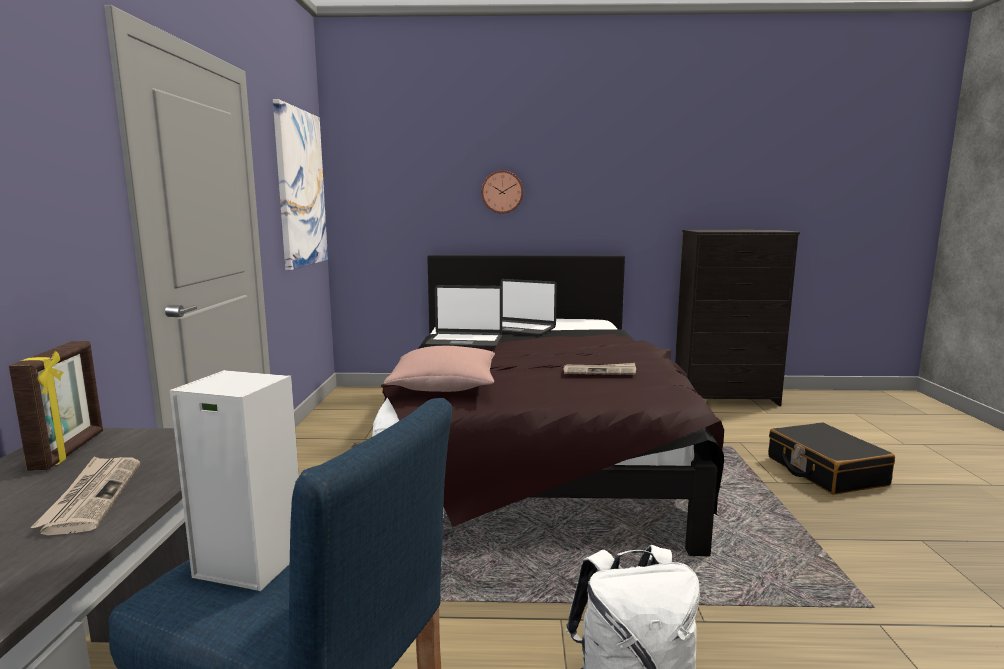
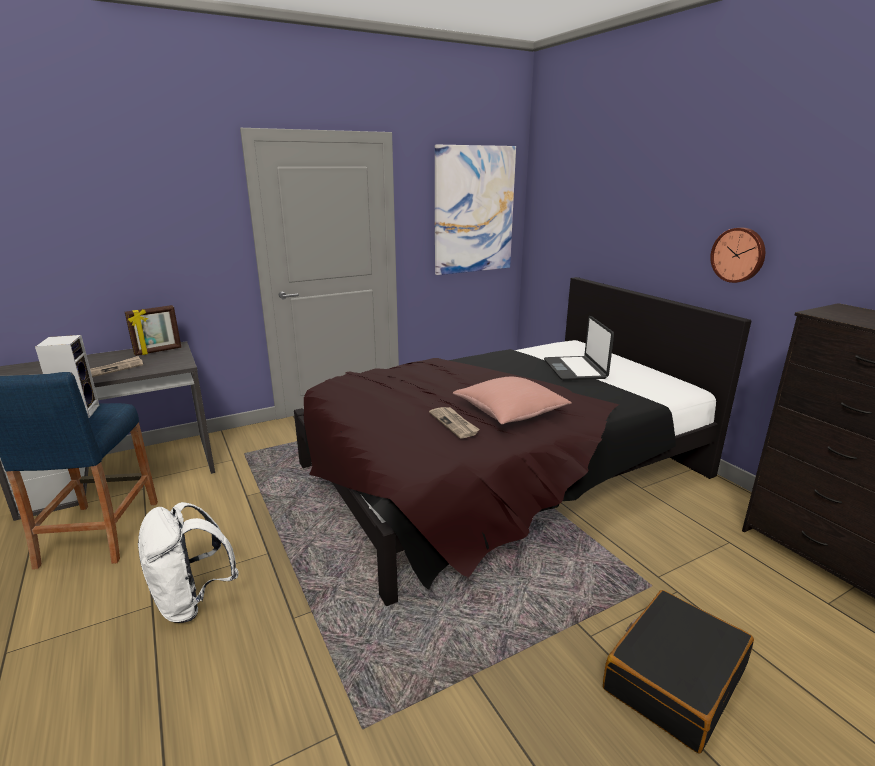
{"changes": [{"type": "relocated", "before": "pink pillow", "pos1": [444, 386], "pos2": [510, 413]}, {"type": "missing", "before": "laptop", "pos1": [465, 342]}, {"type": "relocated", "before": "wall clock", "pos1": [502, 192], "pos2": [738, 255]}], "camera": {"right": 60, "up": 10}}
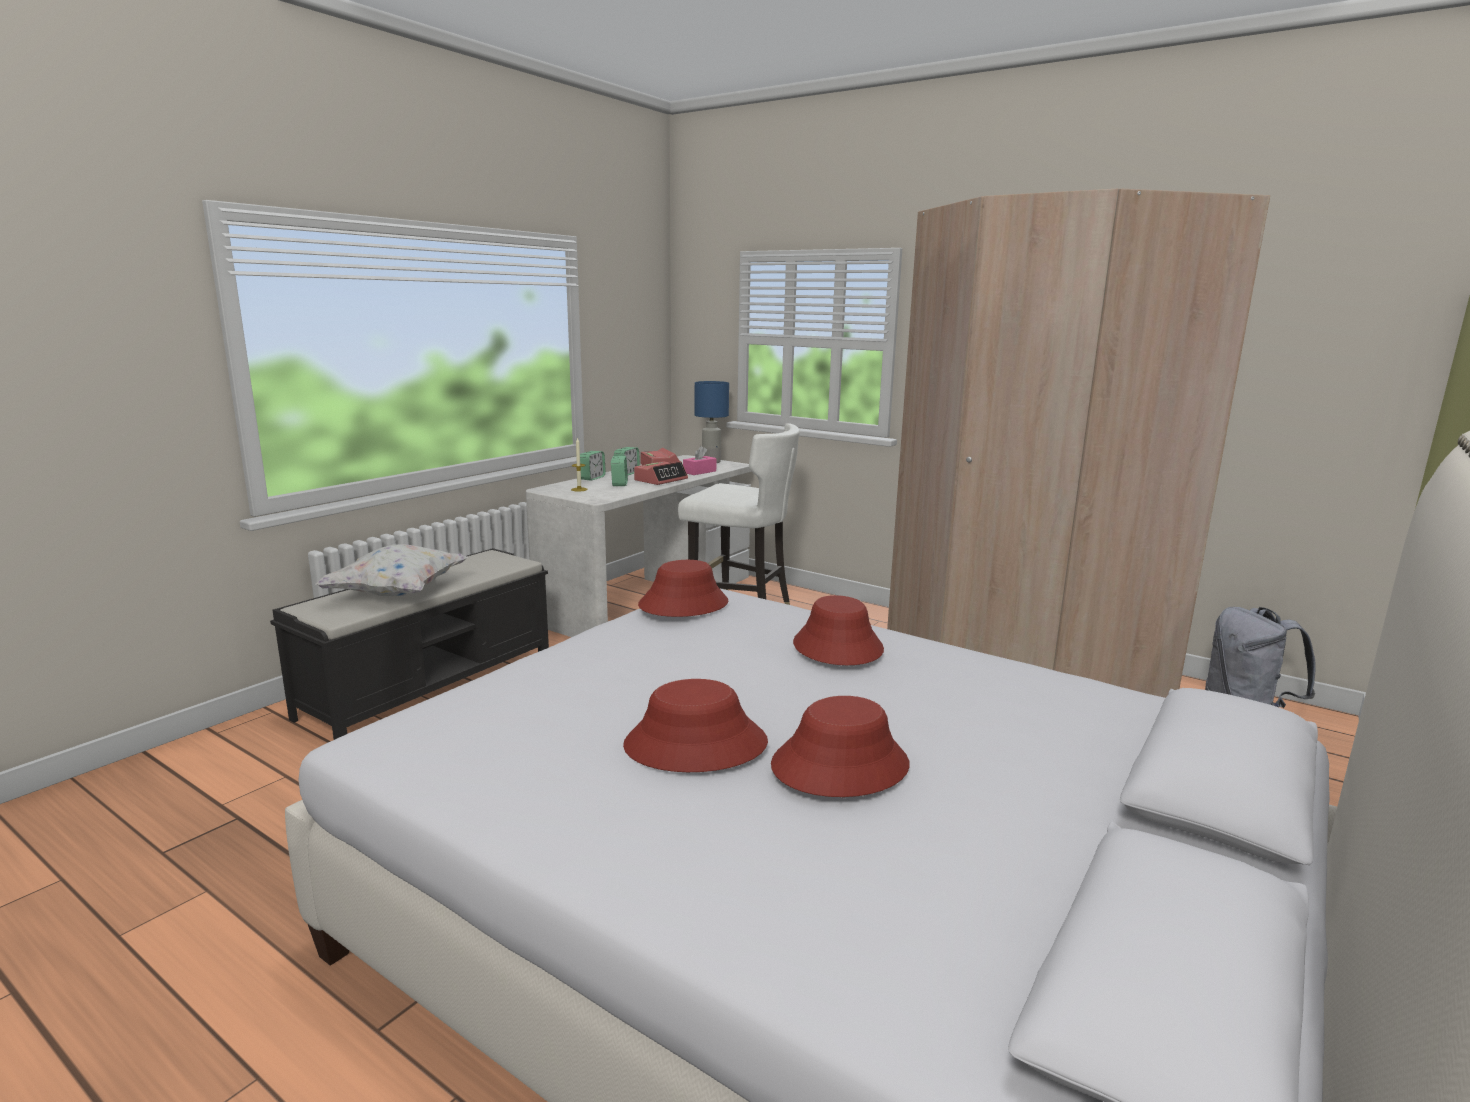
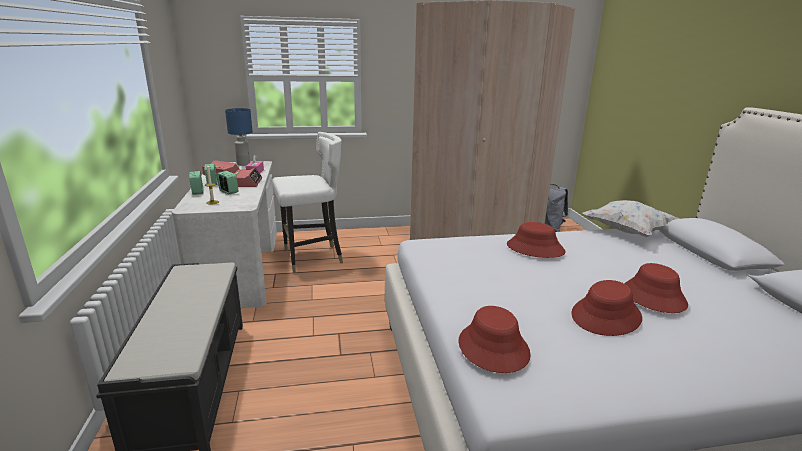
{"changes": [{"type": "relocated", "before": "white pillow", "pos1": [398, 593], "pos2": [627, 231]}, {"type": "relocated", "before": "red hat", "pos1": [683, 604], "pos2": [493, 348]}], "camera": {"right": -45, "up": 5}}
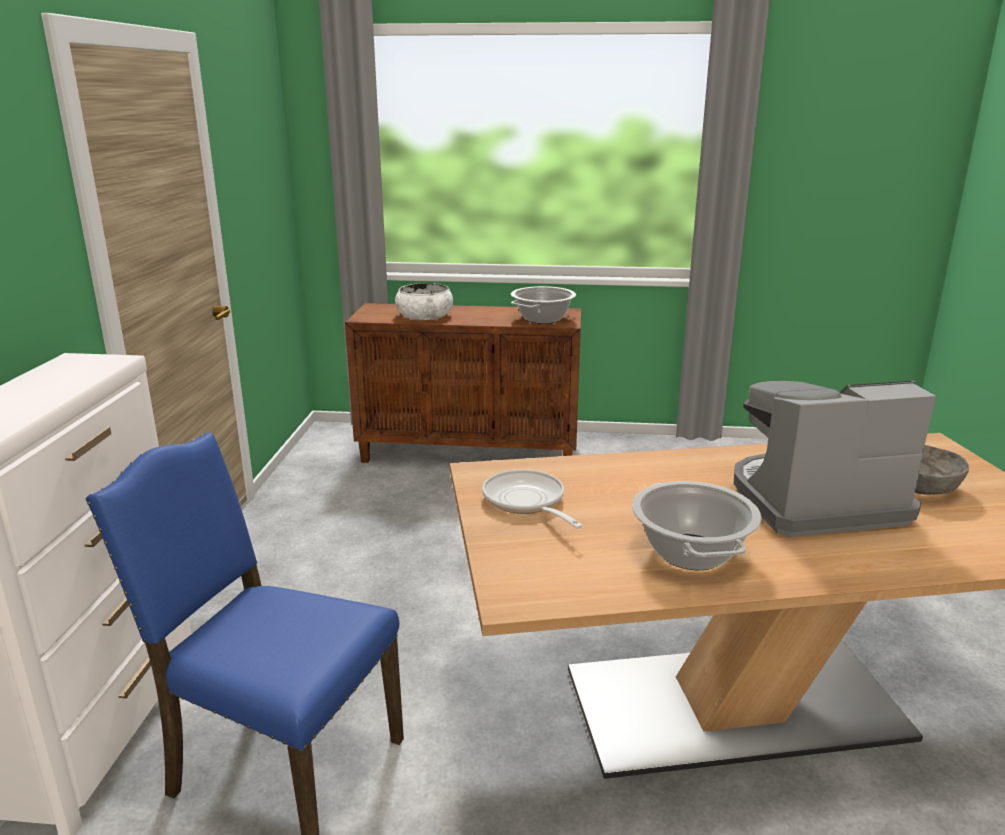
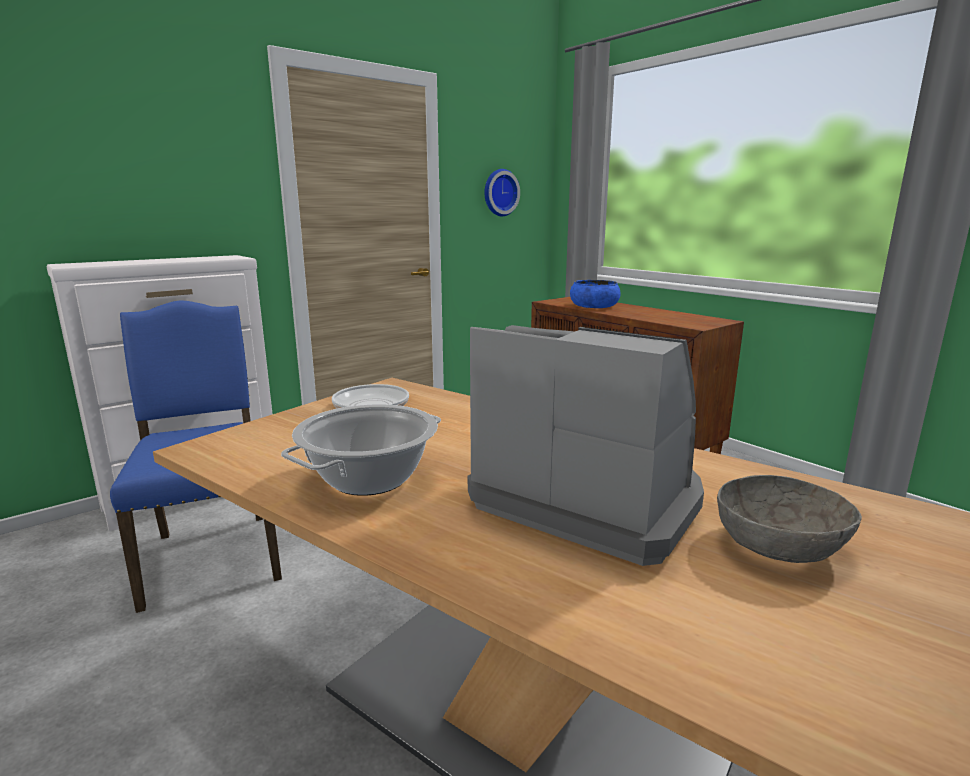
{"changes": [{"type": "colour", "before": "white bowl", "after": "blue bowl", "pos1": [425, 316], "pos2": [594, 306]}, {"type": "missing", "before": "cooking pot", "pos1": [542, 319]}, {"type": "appeared", "after": "wall clock", "pos2": [499, 192]}], "camera": {"right": 45, "up": -5}}
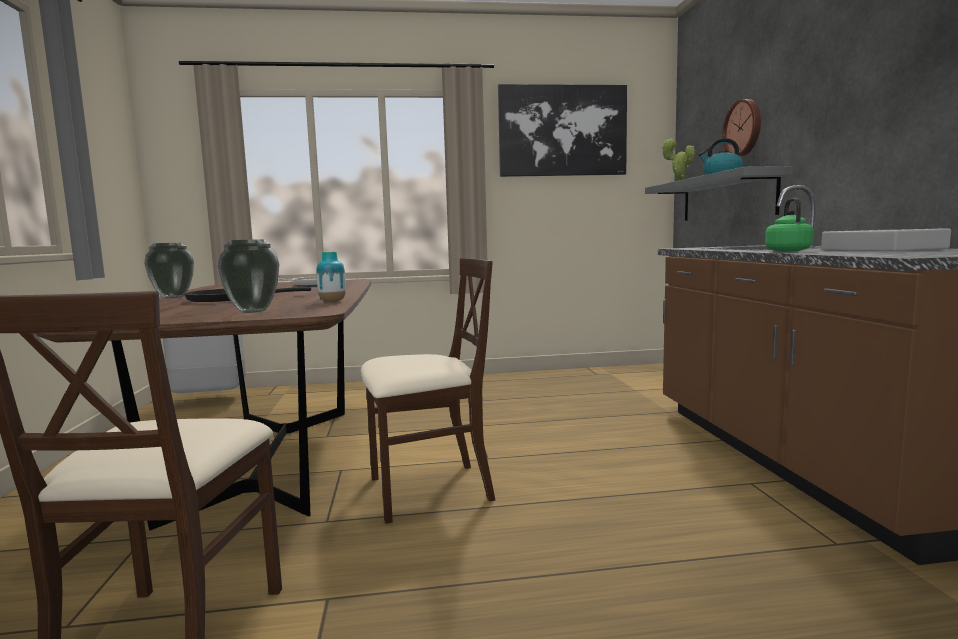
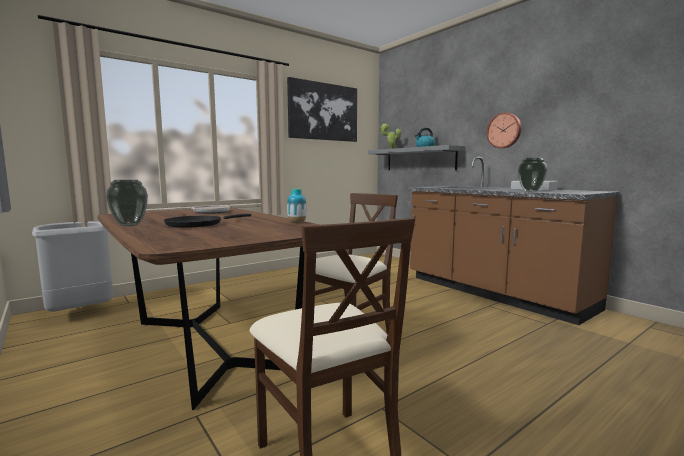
{"changes": [{"type": "relocated", "before": "vase", "pos1": [253, 311], "pos2": [531, 191]}, {"type": "relocated", "before": "wall clock", "pos1": [744, 128], "pos2": [504, 130]}, {"type": "missing", "before": "green kettle", "pos1": [787, 251]}], "camera": {"right": -30, "up": 0}}
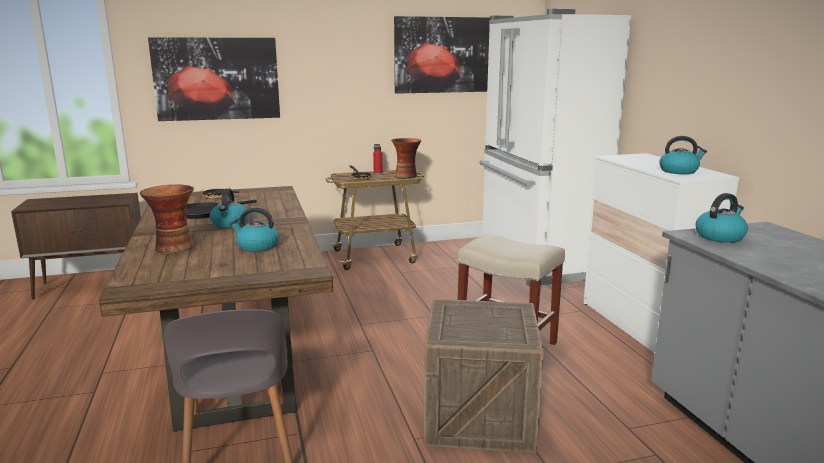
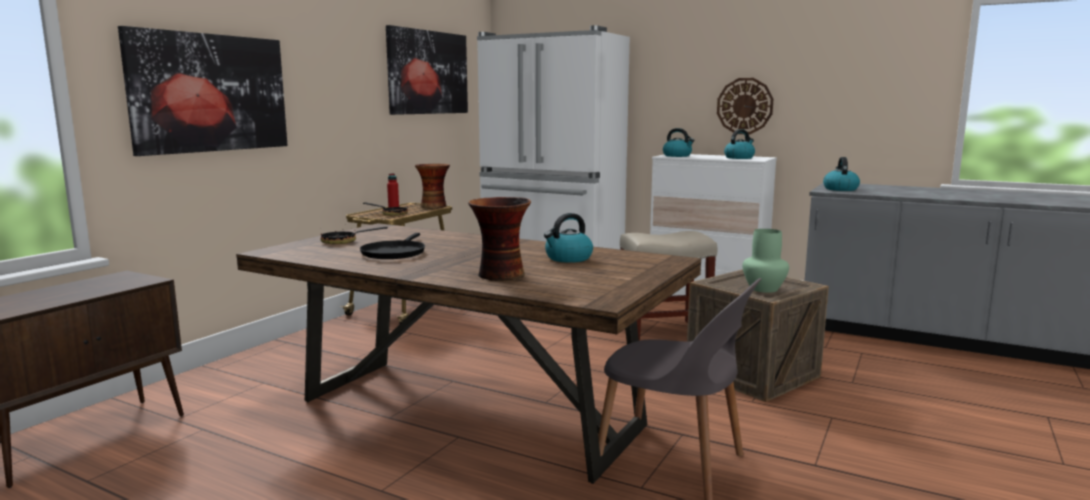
{"changes": [{"type": "relocated", "before": "kettle", "pos1": [230, 223], "pos2": [677, 156]}, {"type": "appeared", "after": "wall clock", "pos2": [744, 106]}, {"type": "appeared", "after": "green vase", "pos2": [764, 289]}], "camera": {"right": -45, "up": -5}}
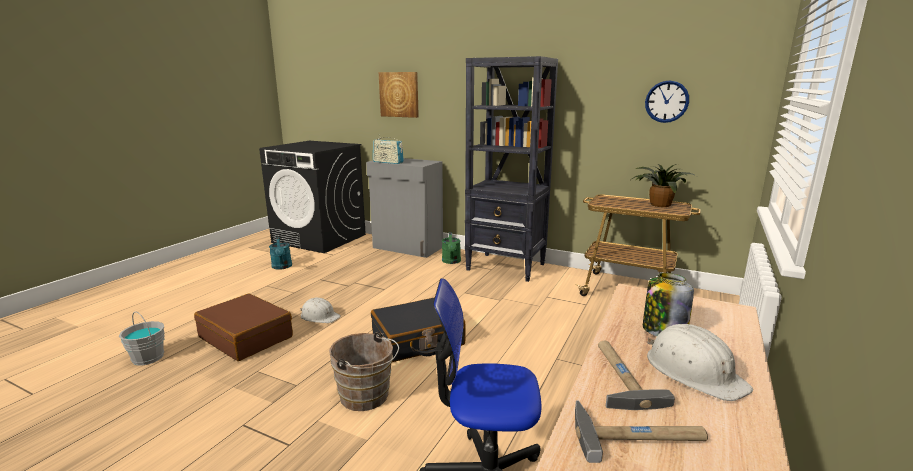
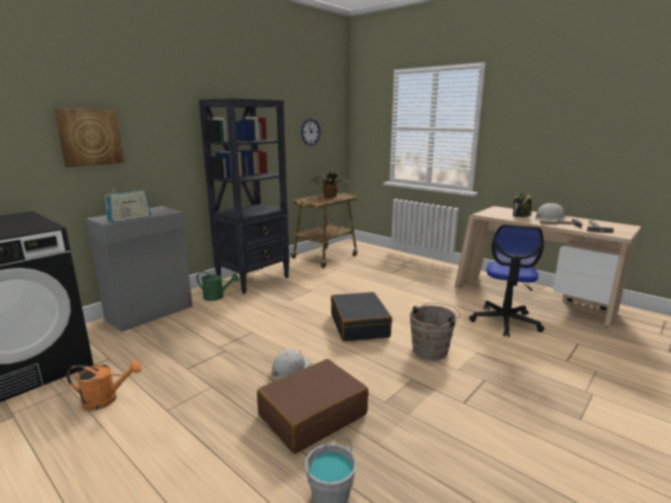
{"changes": [{"type": "colour", "before": "turquoise watering can", "after": "orange watering can", "pos1": [282, 267], "pos2": [106, 400]}], "camera": {"right": -75, "up": 0}}
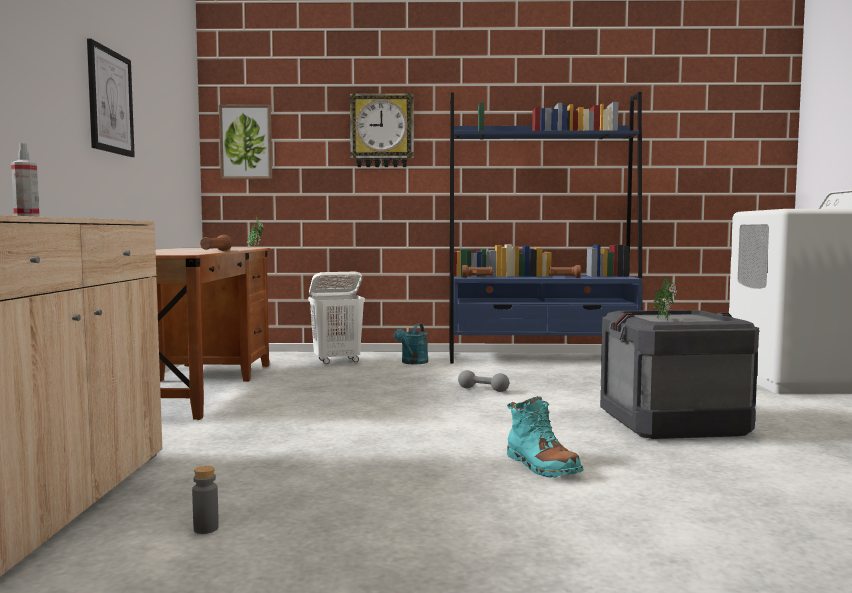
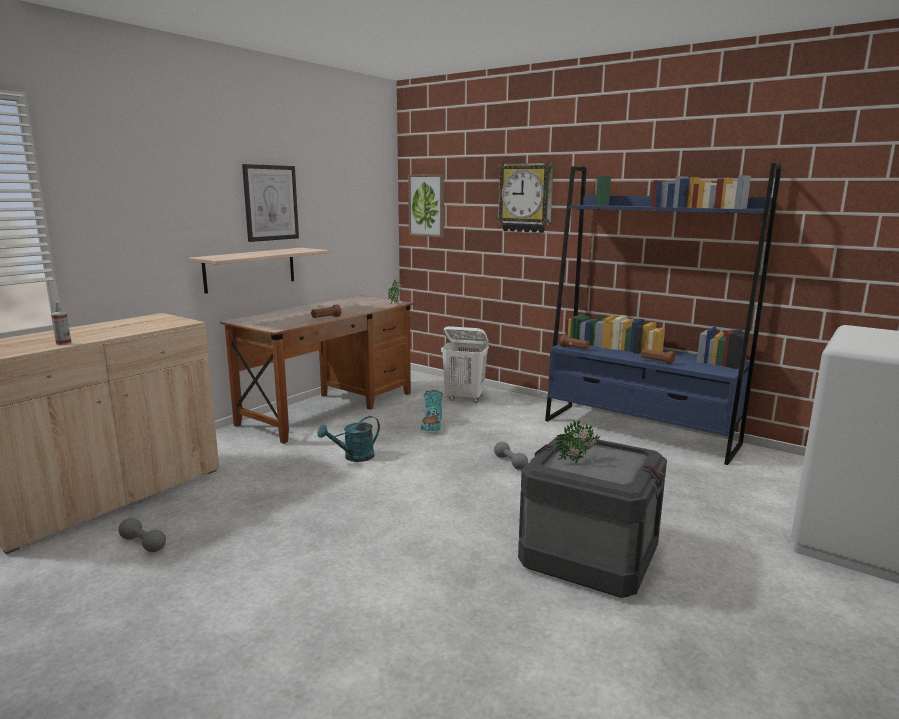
{"changes": [{"type": "exchanged", "before": "grey bottle", "after": "grey dumbbell", "pos1": [206, 529], "pos2": [143, 544]}, {"type": "relocated", "before": "turquoise watering can", "pos1": [412, 362], "pos2": [354, 457]}, {"type": "relocated", "before": "turquoise boot", "pos1": [541, 466], "pos2": [432, 425]}, {"type": "appeared", "after": "shelf", "pos2": [250, 269]}], "camera": {"right": 35, "up": 10}}
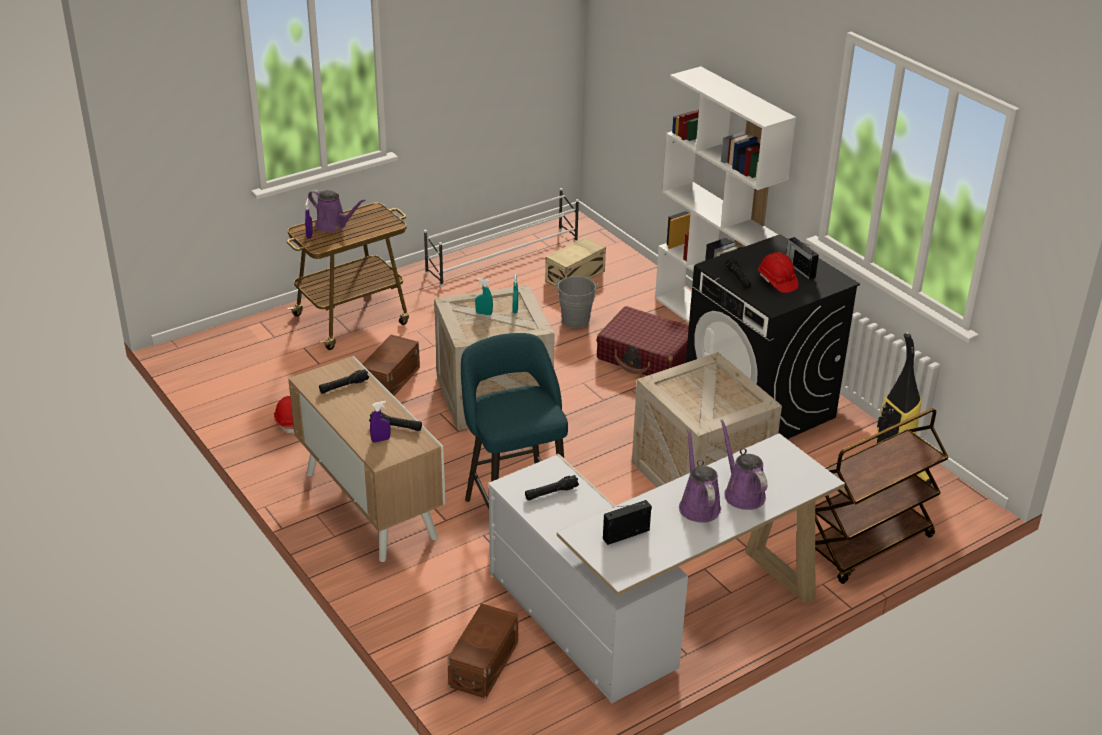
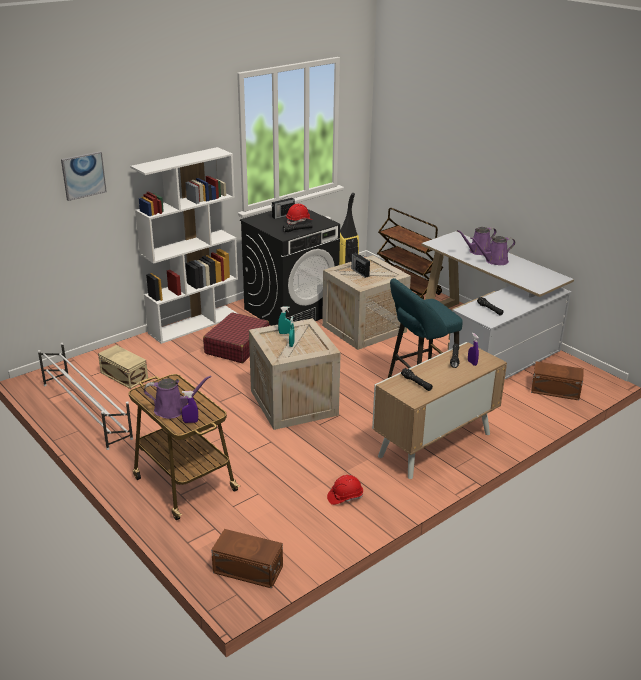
{"changes": [{"type": "spun", "before": "purple watering can", "pos1": [334, 225], "pos2": [173, 409], "turn": 60}, {"type": "relocated", "before": "brown storage box", "pos1": [389, 380], "pos2": [248, 570]}, {"type": "missing", "before": "grey bucket", "pos1": [575, 322]}, {"type": "relocated", "before": "radio", "pos1": [627, 534], "pos2": [360, 272]}, {"type": "appeared", "after": "picture", "pos2": [83, 175]}], "camera": {"right": -95, "up": -5}}
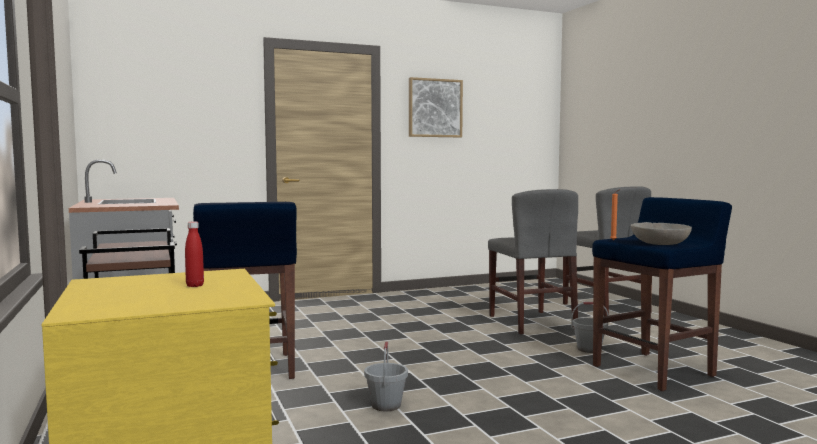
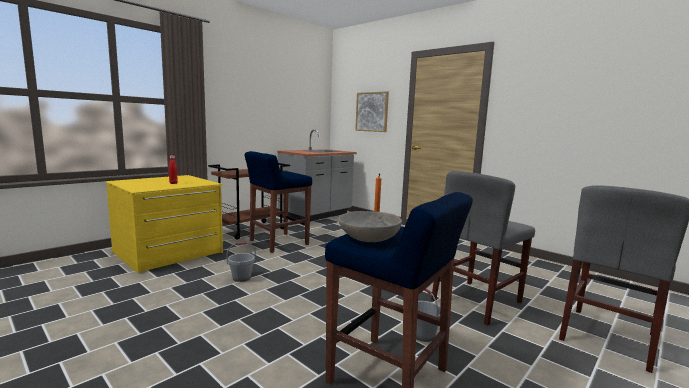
{"changes": [{"type": "relocated", "before": "picture", "pos1": [435, 108], "pos2": [372, 112]}], "camera": {"right": 65, "up": 5}}
